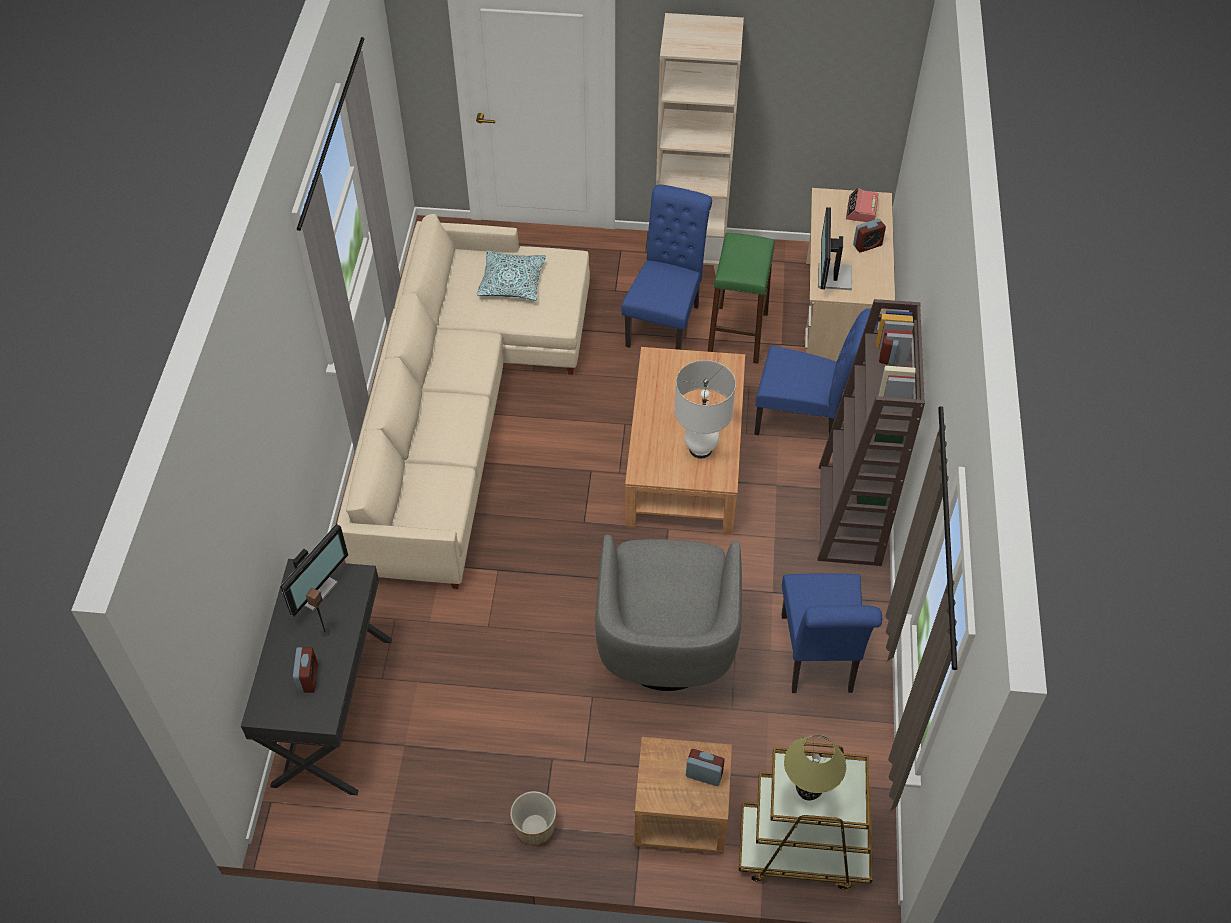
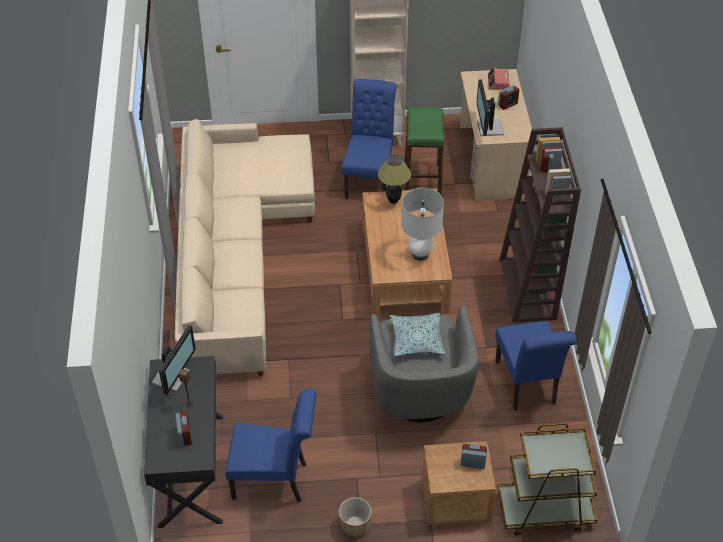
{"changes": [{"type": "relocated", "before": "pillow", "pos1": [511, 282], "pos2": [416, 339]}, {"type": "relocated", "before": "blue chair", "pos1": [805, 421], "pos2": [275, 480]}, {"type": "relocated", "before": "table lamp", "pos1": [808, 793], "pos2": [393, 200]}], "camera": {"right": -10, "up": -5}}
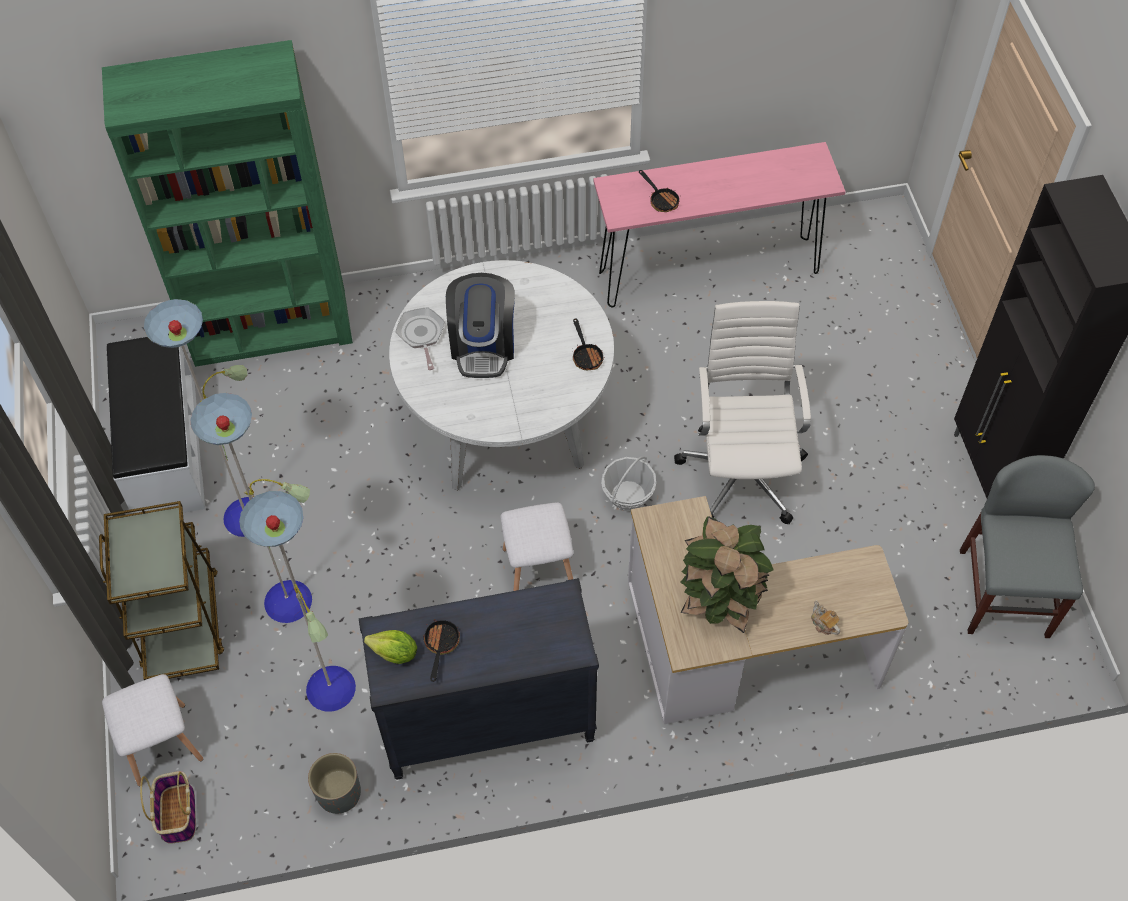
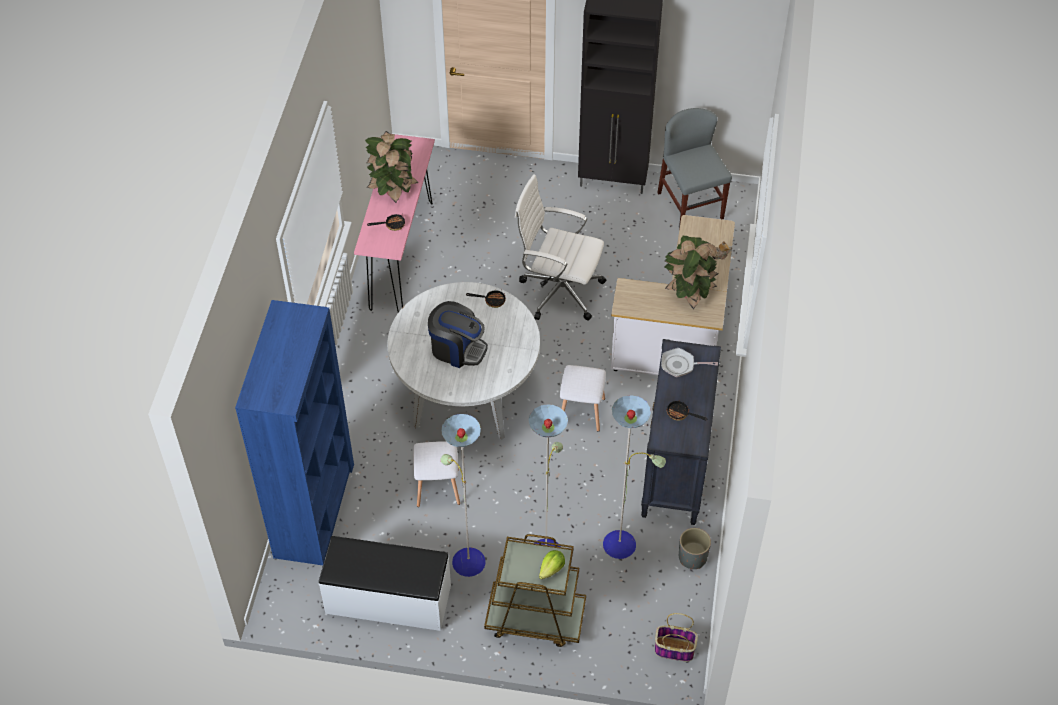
{"changes": [{"type": "colour", "before": "green bookcase", "after": "blue bookcase", "pos1": [271, 328], "pos2": [314, 509]}, {"type": "relocated", "before": "white stool", "pos1": [160, 743], "pos2": [437, 488]}, {"type": "relocated", "before": "lettuce", "pos1": [395, 653], "pos2": [552, 569]}, {"type": "relocated", "before": "frying pan", "pos1": [421, 335], "pos2": [680, 365]}, {"type": "missing", "before": "basket", "pos1": [628, 496]}, {"type": "spun", "before": "grey chair", "pos1": [1004, 593], "pos2": [690, 205], "turn": 45}, {"type": "appeared", "after": "potted plant", "pos2": [393, 189]}], "camera": {"right": -70, "up": -5}}
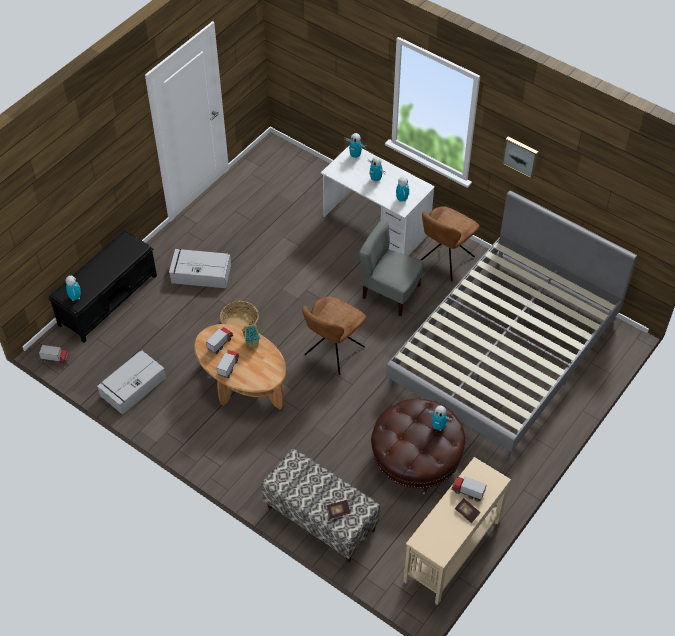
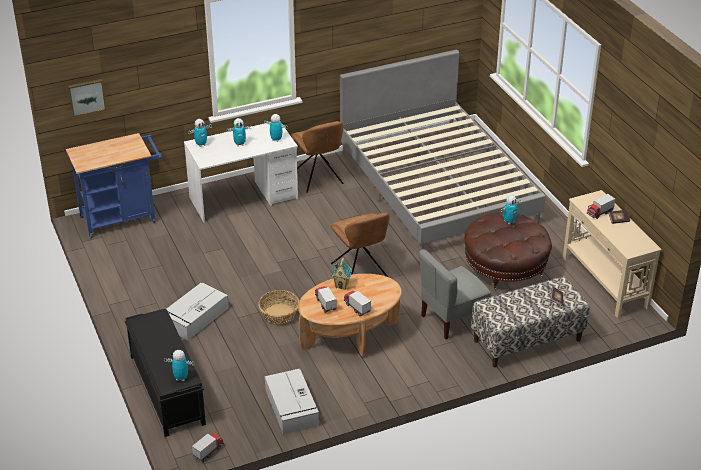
{"changes": [{"type": "relocated", "before": "grey chair", "pos1": [390, 293], "pos2": [452, 319]}, {"type": "relocated", "before": "picture", "pos1": [521, 156], "pos2": [86, 97]}, {"type": "appeared", "after": "blue cart", "pos2": [122, 218]}], "camera": {"right": -60, "up": -15}}
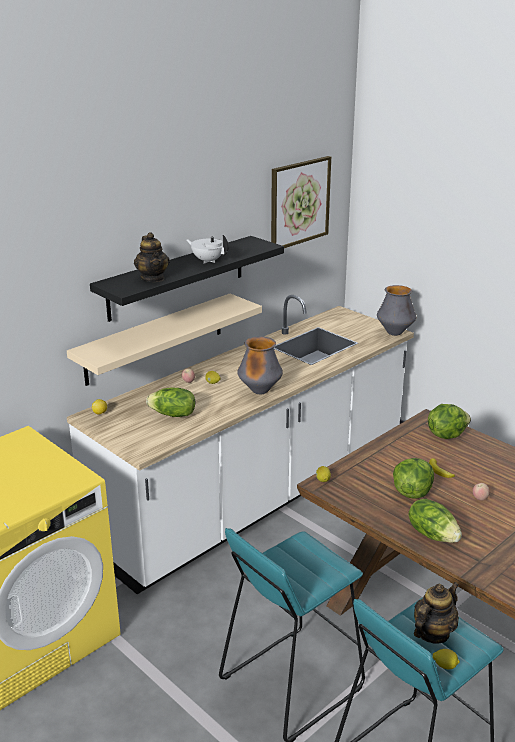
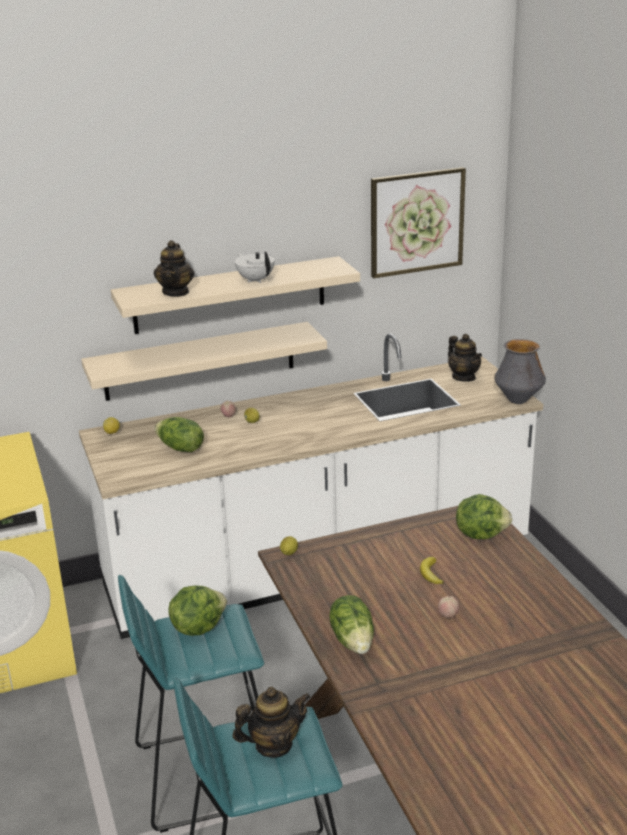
{"changes": [{"type": "colour", "before": "black shelf", "after": "beige shelf", "pos1": [177, 277], "pos2": [230, 295]}, {"type": "missing", "before": "vase", "pos1": [260, 391]}, {"type": "relocated", "before": "lettuce", "pos1": [412, 492], "pos2": [197, 627]}, {"type": "missing", "before": "lemon", "pos1": [445, 665]}, {"type": "appeared", "after": "teapot", "pos2": [464, 377]}], "camera": {"right": 25, "up": 0}}
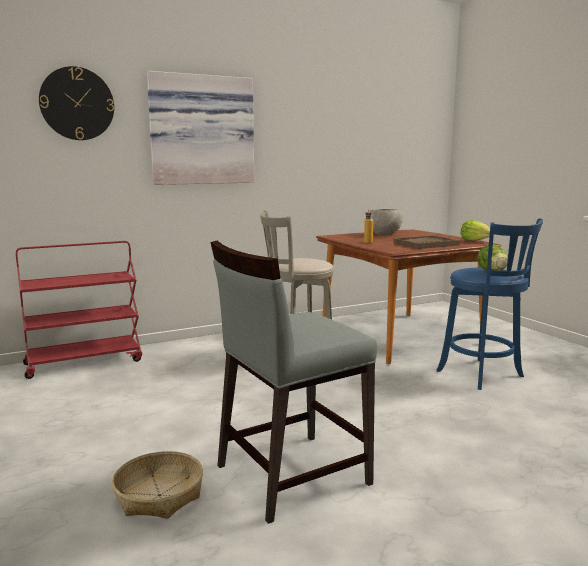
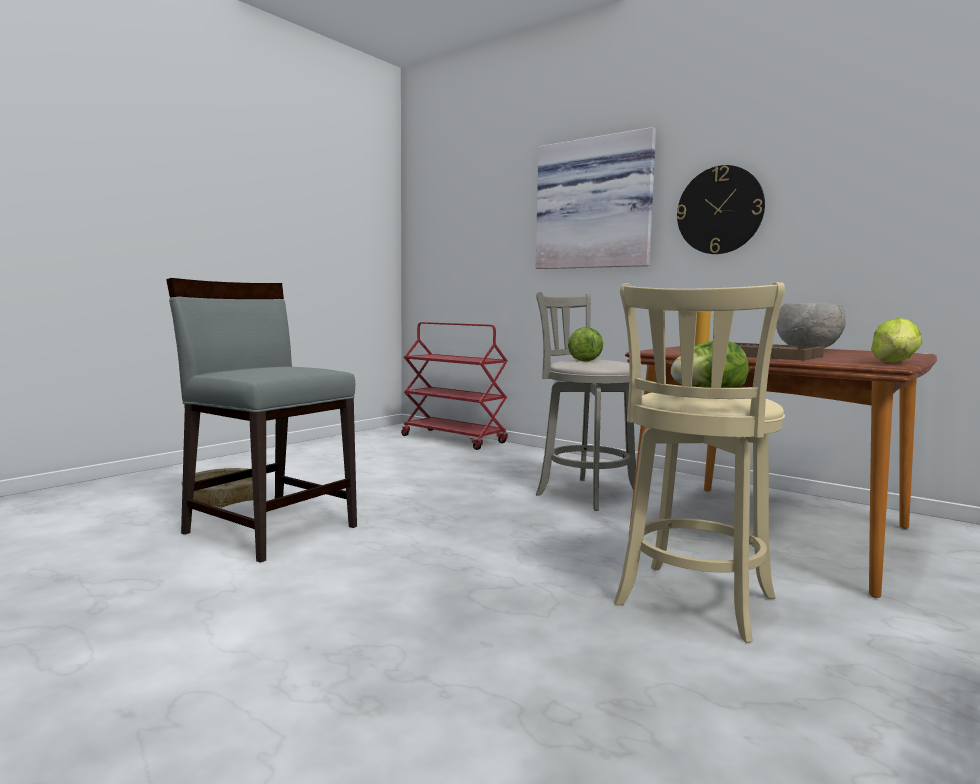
{"changes": [{"type": "relocated", "before": "wall clock", "pos1": [77, 104], "pos2": [720, 210]}, {"type": "colour", "before": "blue stool", "after": "beige stool", "pos1": [483, 375], "pos2": [692, 604]}, {"type": "appeared", "after": "lettuce", "pos2": [584, 360]}], "camera": {"right": 65, "up": -5}}
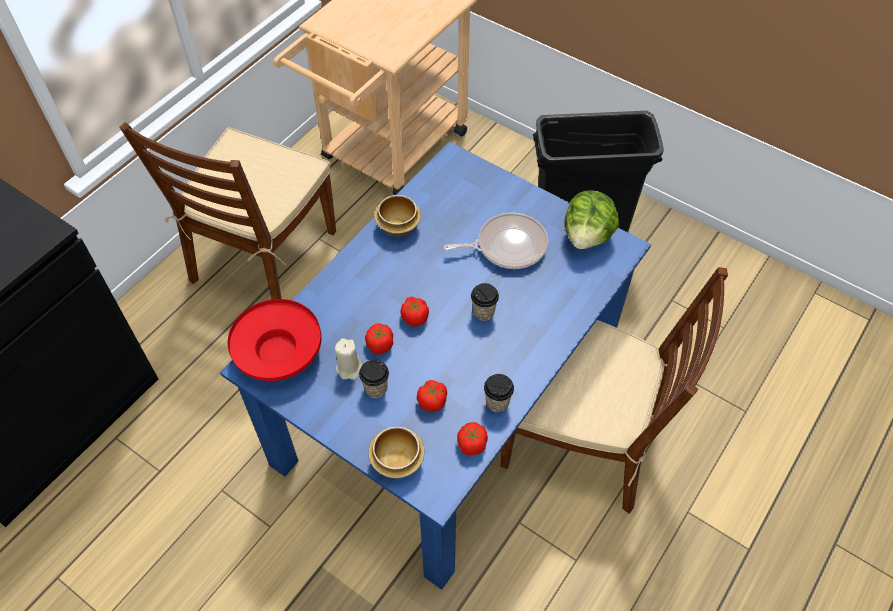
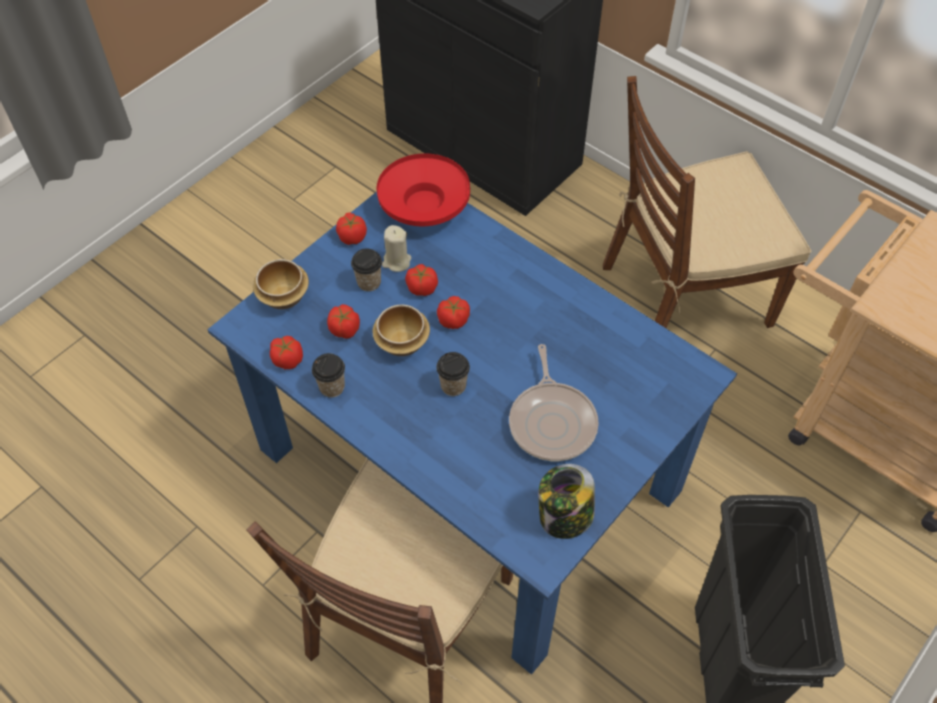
{"changes": [{"type": "spun", "before": "brown chair", "pos1": [263, 257], "pos2": [684, 295], "turn": -45}, {"type": "relocated", "before": "bowl", "pos1": [398, 225], "pos2": [403, 343]}, {"type": "exchanged", "before": "lettuce", "after": "jar", "pos1": [587, 236], "pos2": [565, 517]}, {"type": "appeared", "after": "tomato", "pos2": [352, 236]}], "camera": {"right": 95, "up": 0}}
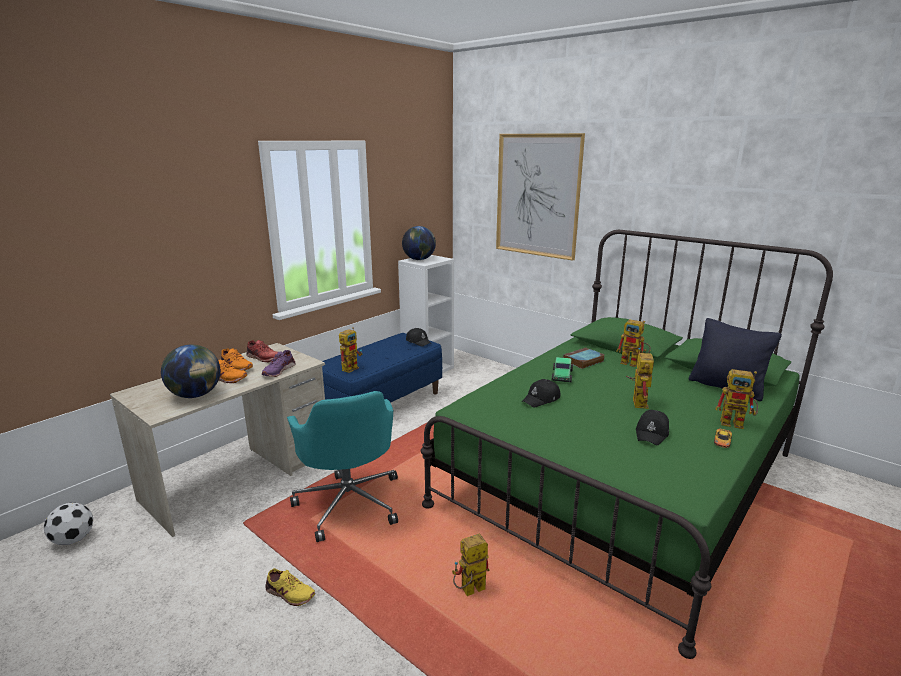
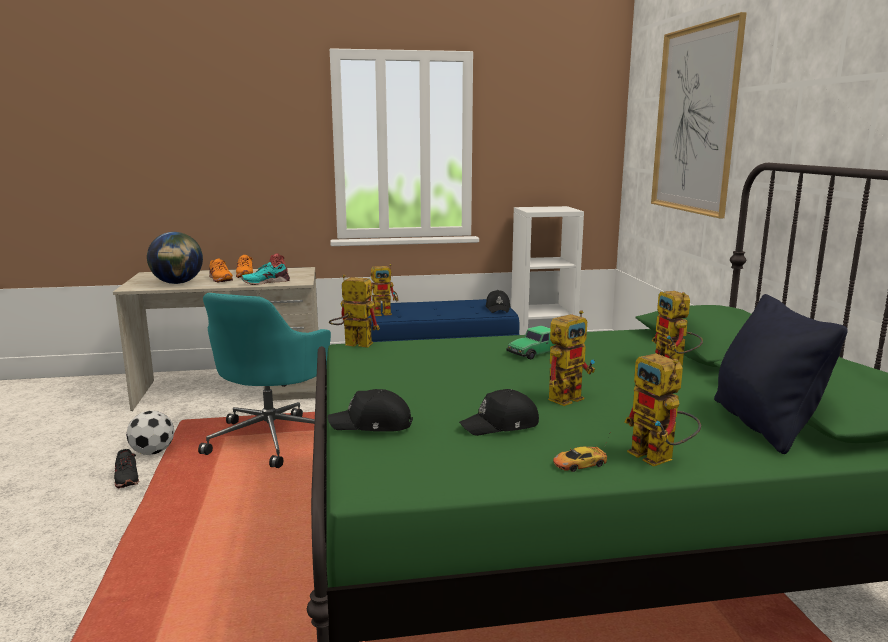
{"changes": [{"type": "relocated", "before": "football", "pos1": [74, 539], "pos2": [153, 452]}, {"type": "colour", "before": "purple shoe", "after": "turquoise shoe", "pos1": [278, 370], "pos2": [266, 282]}, {"type": "colour", "before": "yellow shoe", "after": "black shoe", "pos1": [289, 593], "pos2": [126, 477]}, {"type": "missing", "before": "globe", "pos1": [419, 259]}, {"type": "relocated", "before": "toy robot", "pos1": [469, 592], "pos2": [352, 344]}, {"type": "relocated", "before": "black cap", "pos1": [541, 399], "pos2": [372, 424]}, {"type": "missing", "before": "book", "pos1": [583, 361]}], "camera": {"right": 40, "up": -5}}
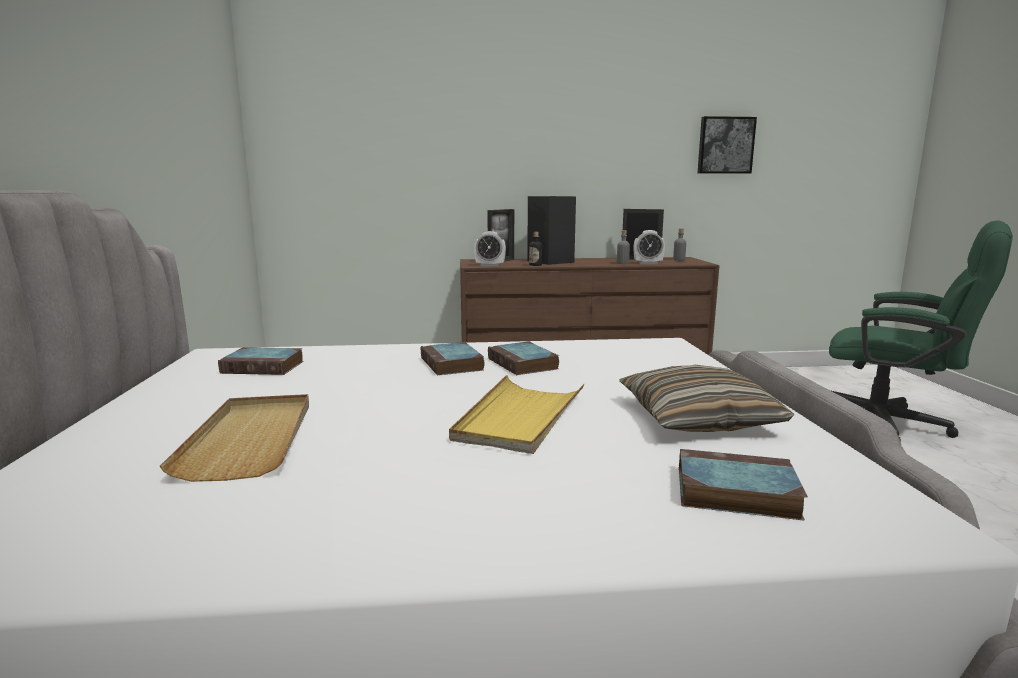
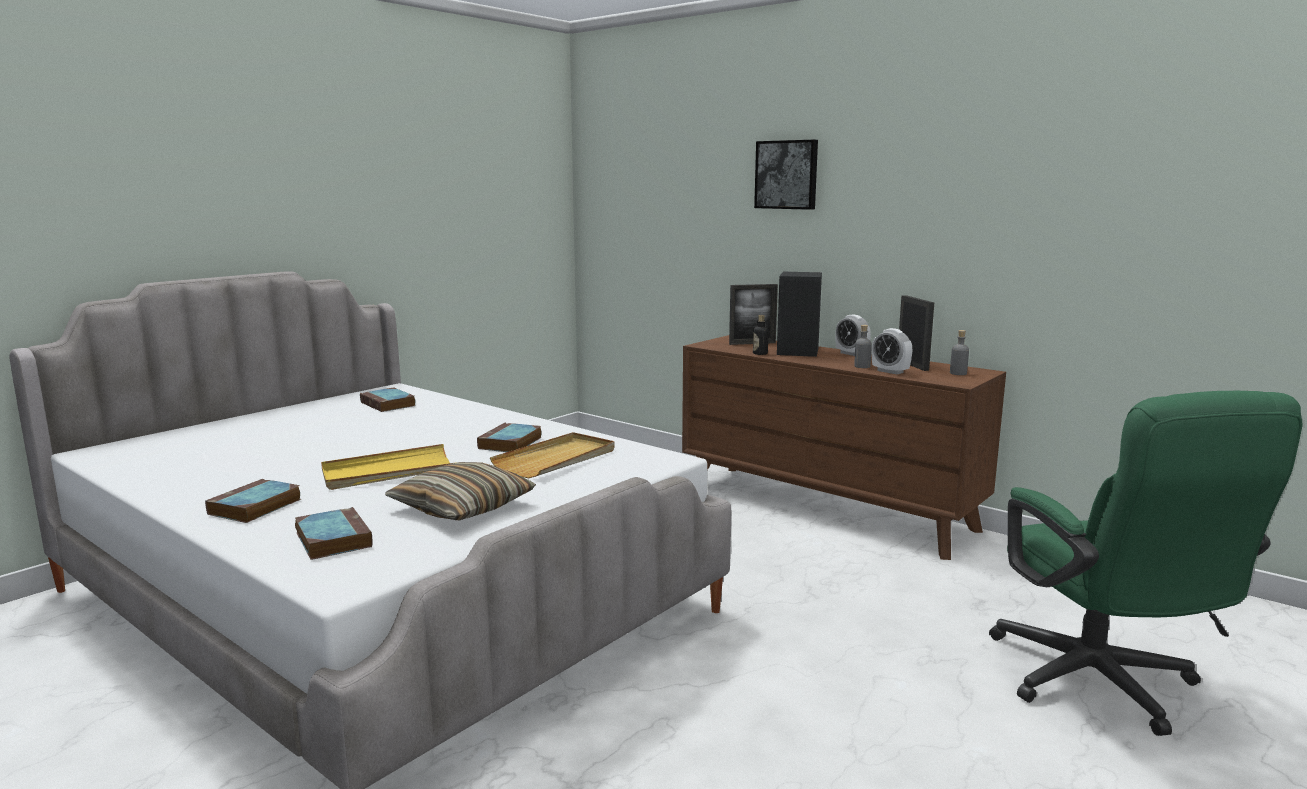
{"changes": [{"type": "relocated", "before": "beige tray", "pos1": [251, 439], "pos2": [556, 459]}, {"type": "relocated", "before": "book", "pos1": [452, 364], "pos2": [254, 507]}, {"type": "relocated", "before": "alarm clock", "pos1": [490, 265], "pos2": [851, 354]}, {"type": "relocated", "before": "picture", "pos1": [725, 145], "pos2": [787, 175]}], "camera": {"right": 45, "up": 0}}
